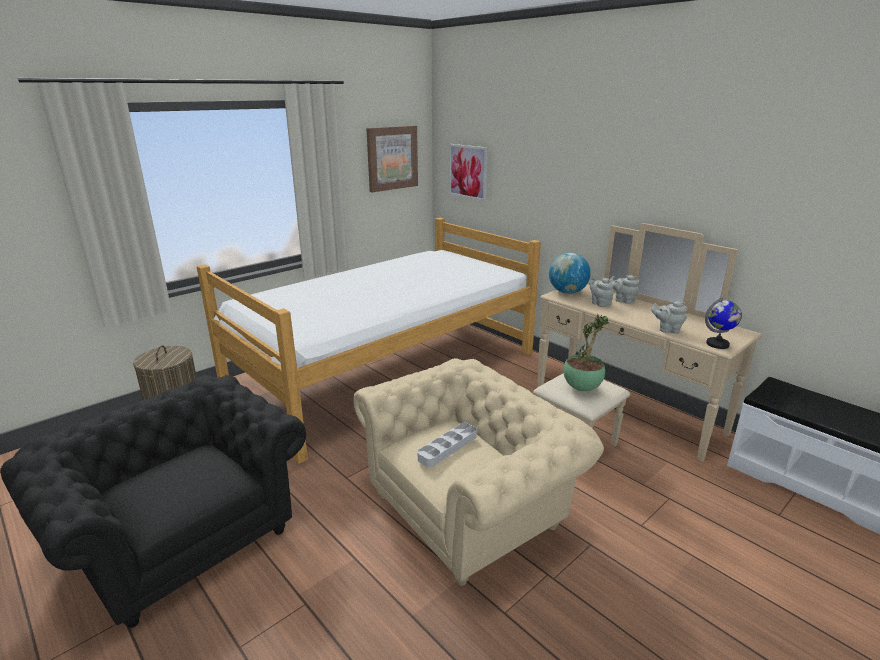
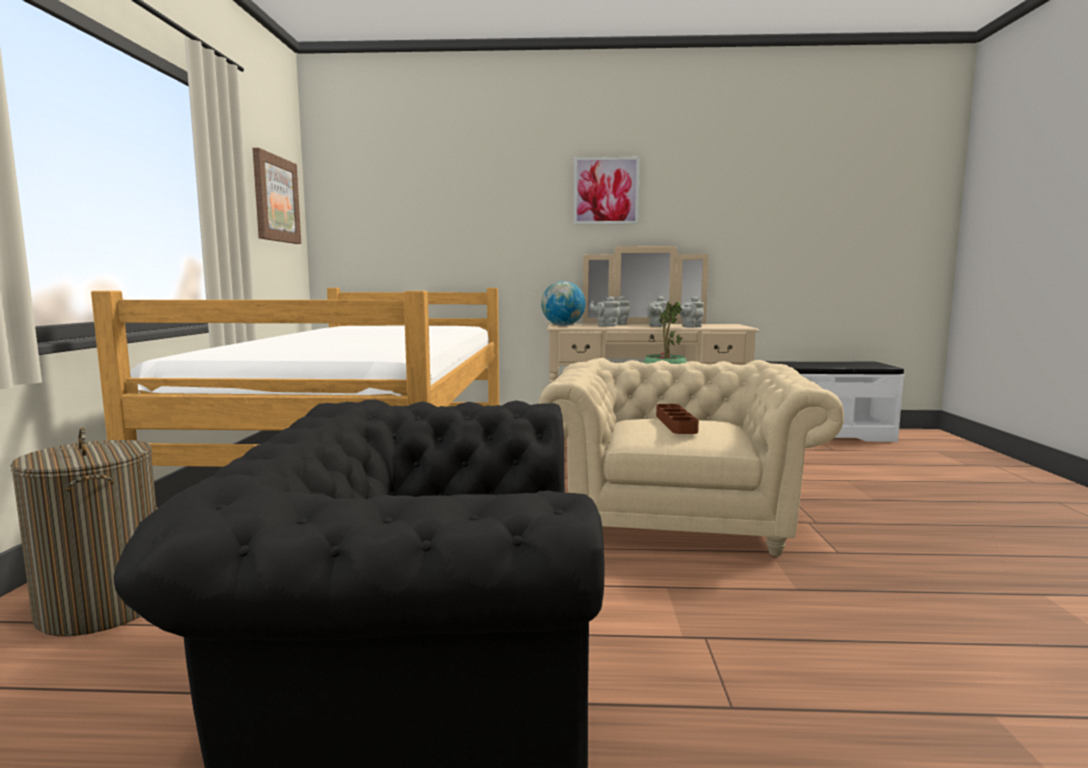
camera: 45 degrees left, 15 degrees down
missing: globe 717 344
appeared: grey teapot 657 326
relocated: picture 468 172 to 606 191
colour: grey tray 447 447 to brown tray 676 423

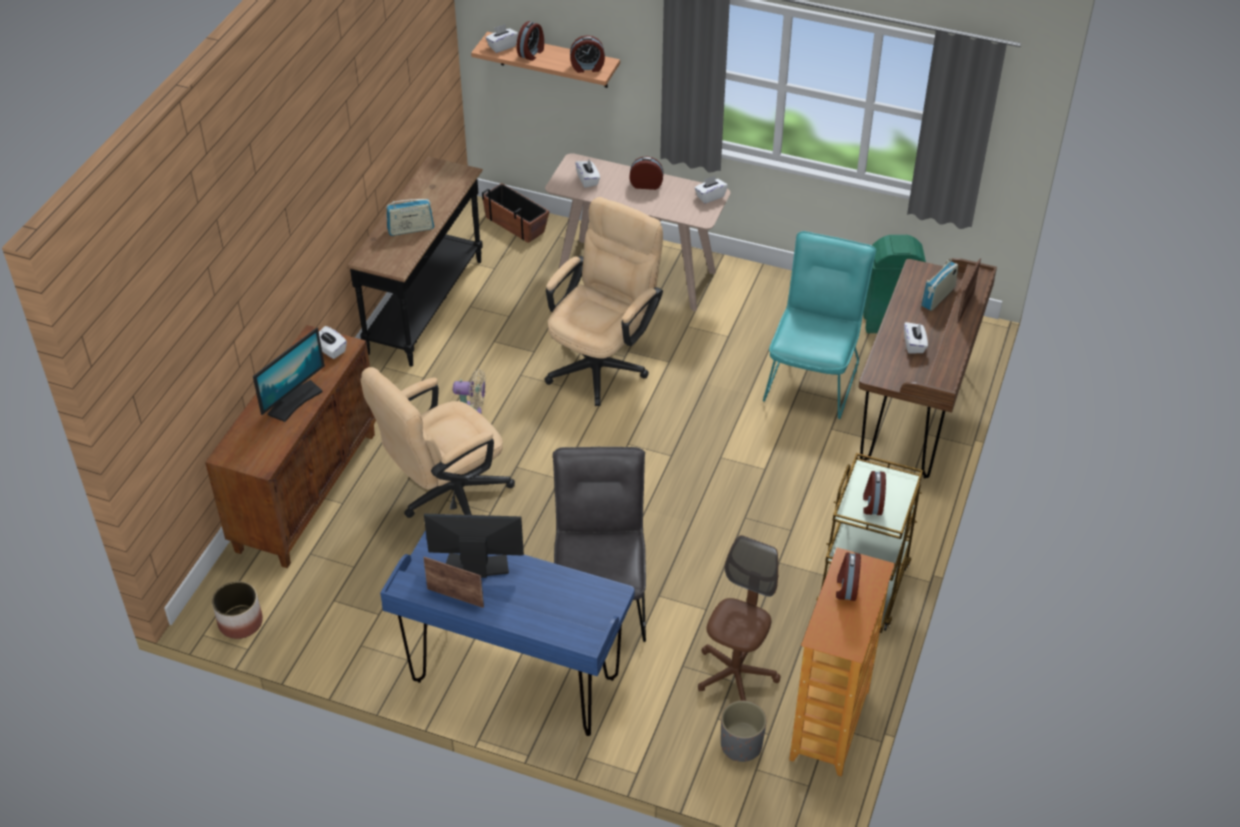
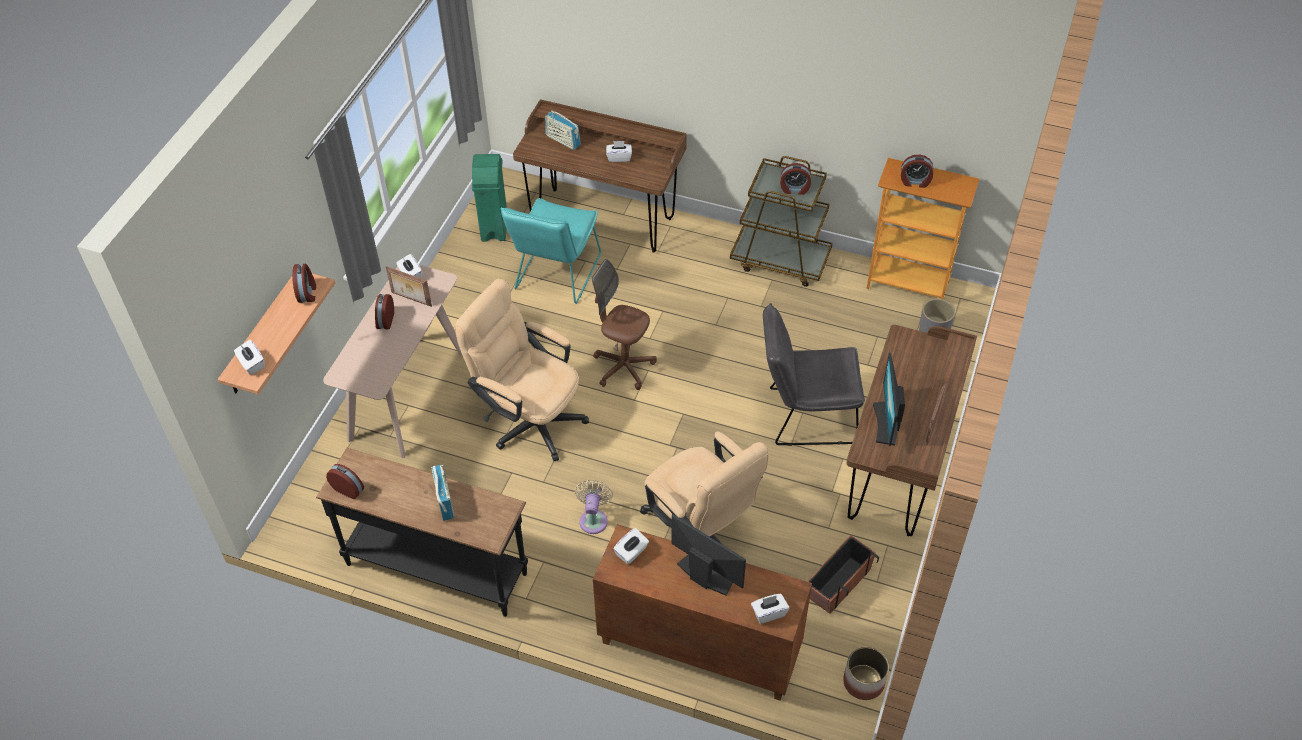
camera: 90 degrees left, 5 degrees up
relocated: planter 515 224 to 839 583; alarm clock 532 53 to 348 488; white tissue box 588 180 to 769 613; brown office chair 736 674 to 623 367; picture frame 965 305 to 411 299
colour: blue desk 515 681 to brown desk 898 469
spun: turquoise chair 813 376 = 555 276 90 degrees counterclockwise

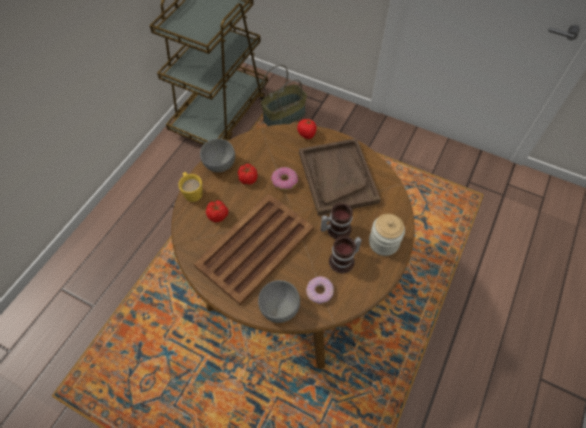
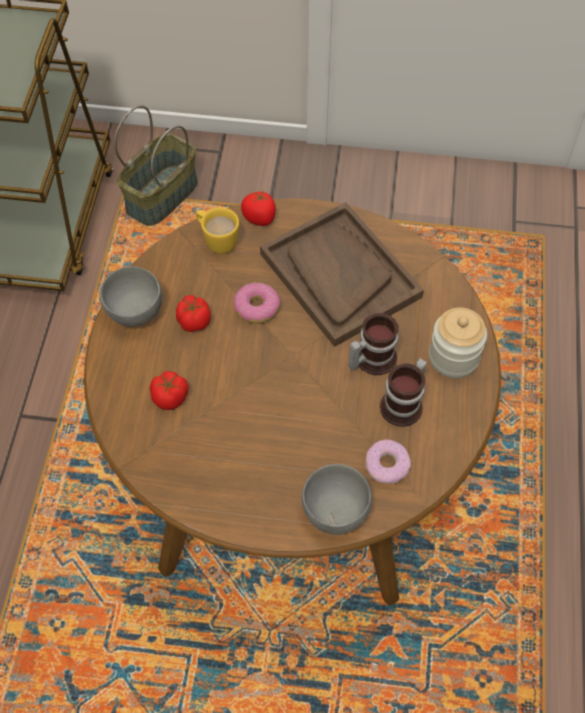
camera: 20 degrees left, 0 degrees up
missing: brown tray 254 248
relocated: yellow mug 192 192 to 217 240

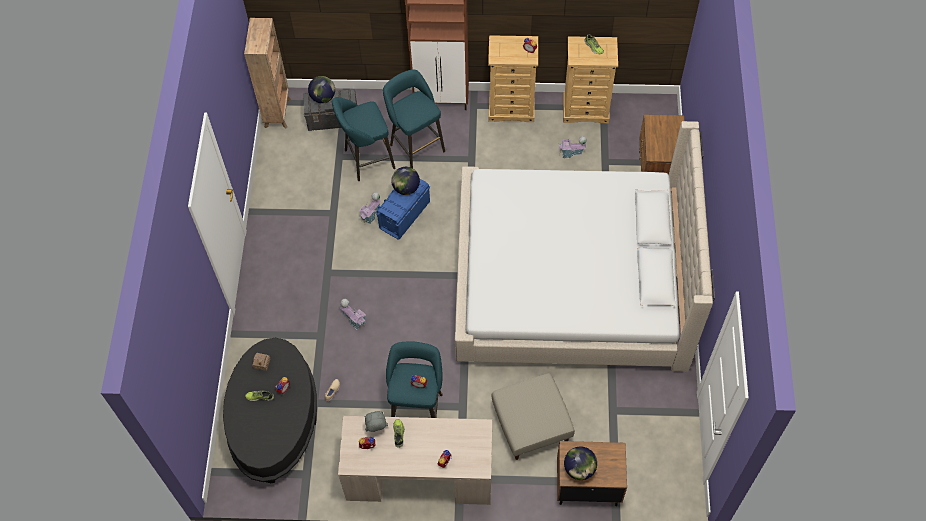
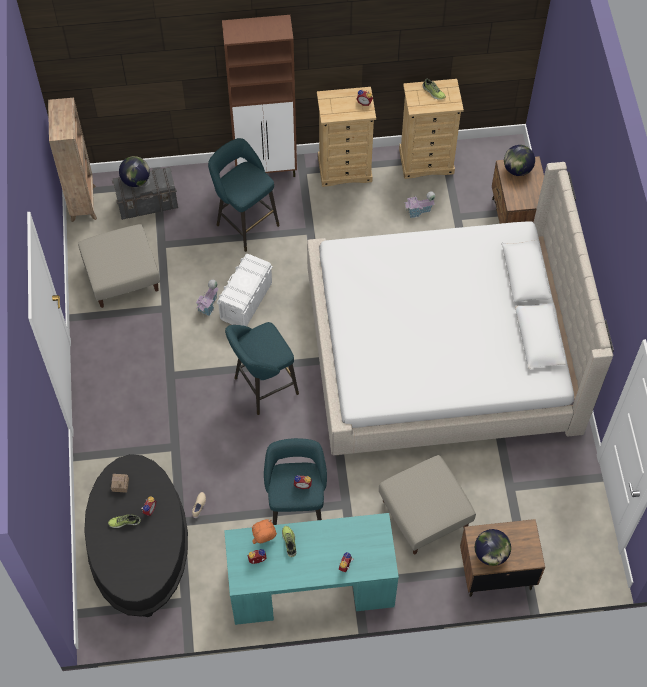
camera: 10 degrees left, 0 degrees up
missing: toy house 354 319
appeared: beige ottoman 122 276
relocated: turquoise stool 366 160 to 263 387; globe 406 188 to 517 169
colour: beige desk 419 473 to turquoise desk 310 583; grey plush toy 377 430 to orange plush toy 264 541; blue storage box 404 215 to white storage box 246 301

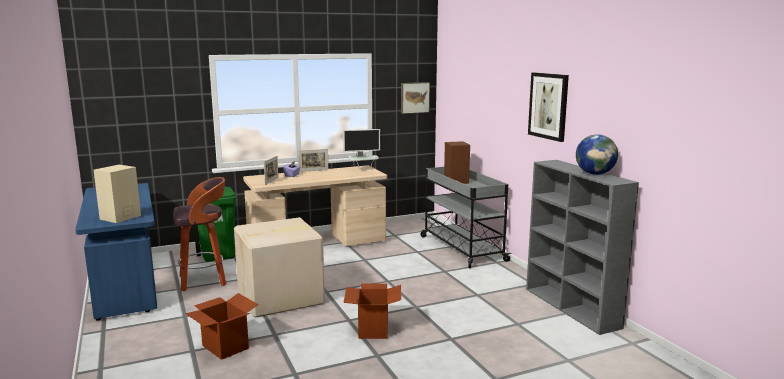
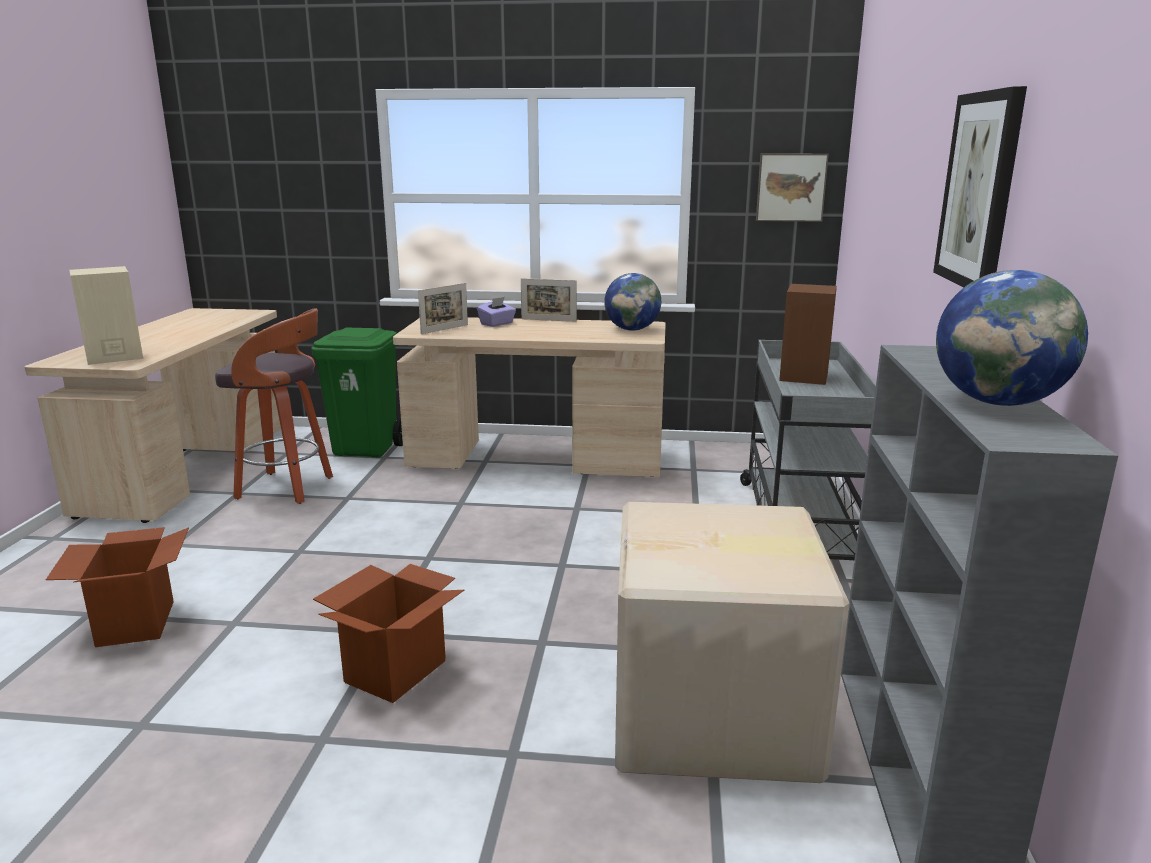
camera: 30 degrees right, 5 degrees up
relocated: cardboard box 282 297 to 715 716
exchanged: monitor 361 170 to globe 632 329
colour: blue desk 125 284 to beige desk 189 469

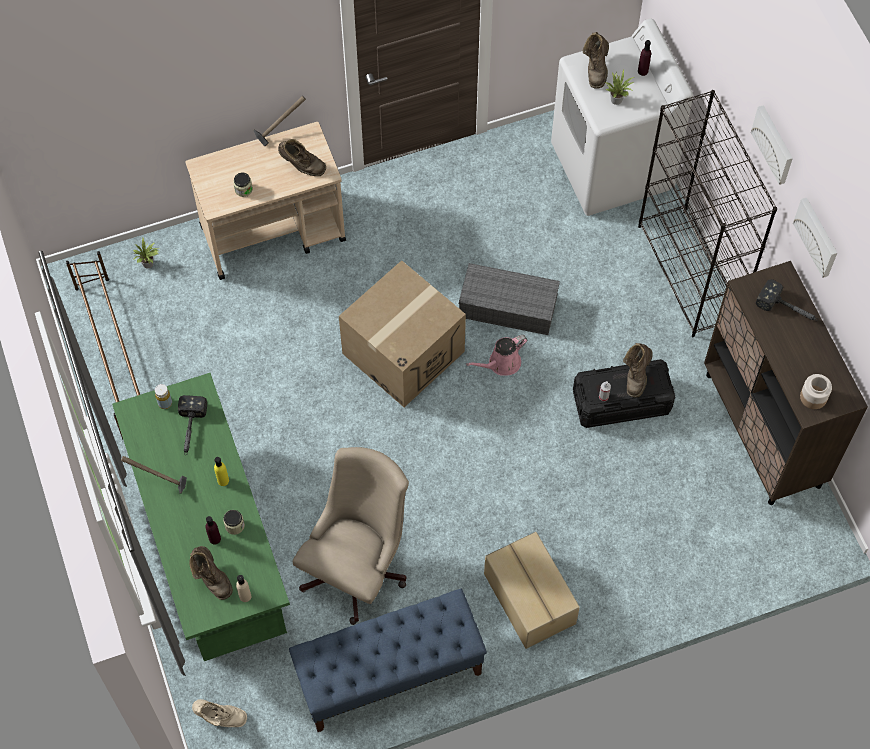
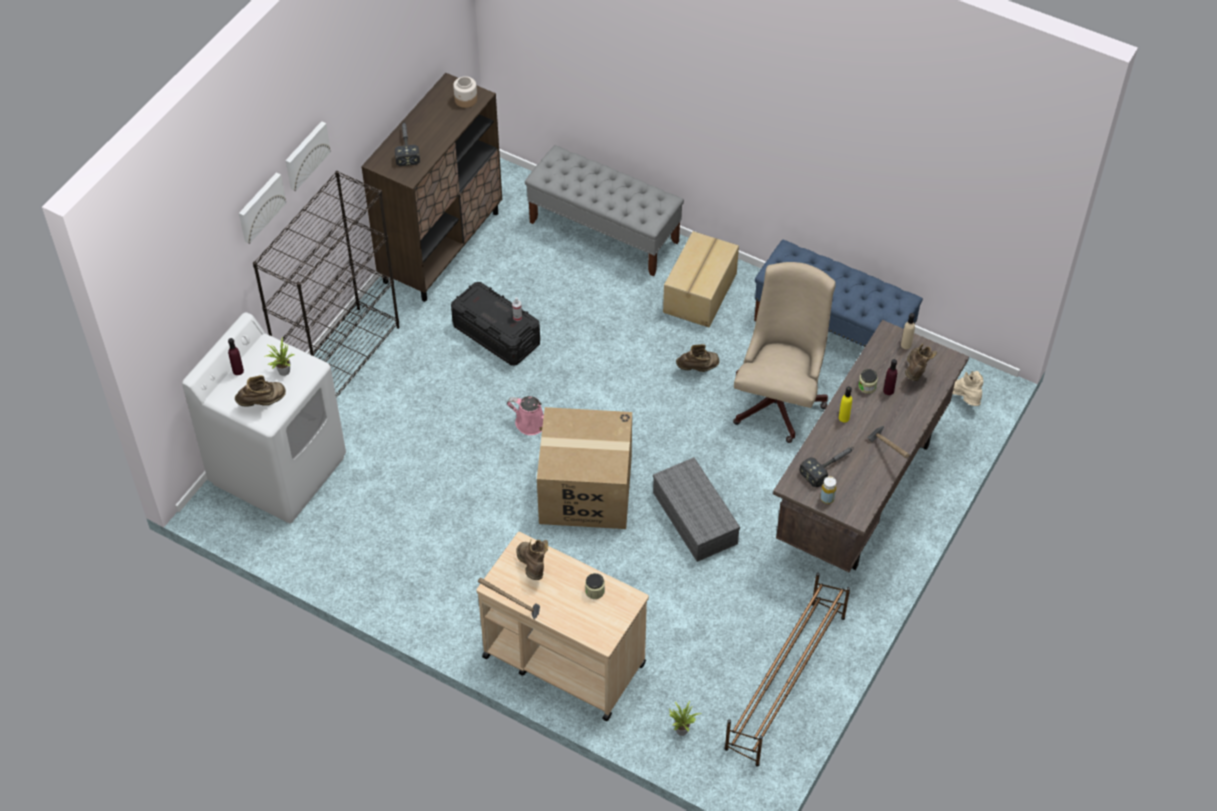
camera: 130 degrees left, 10 degrees down
appeared: grey bench 604 232
relocated: grey storage box 506 307 to 696 518; brown boot 636 376 to 698 368; picture 817 236 to 260 206
colour: green desk 211 548 to brown desk 861 493
spun: beige office chair 358 566 = 780 399 120 degrees clockwise

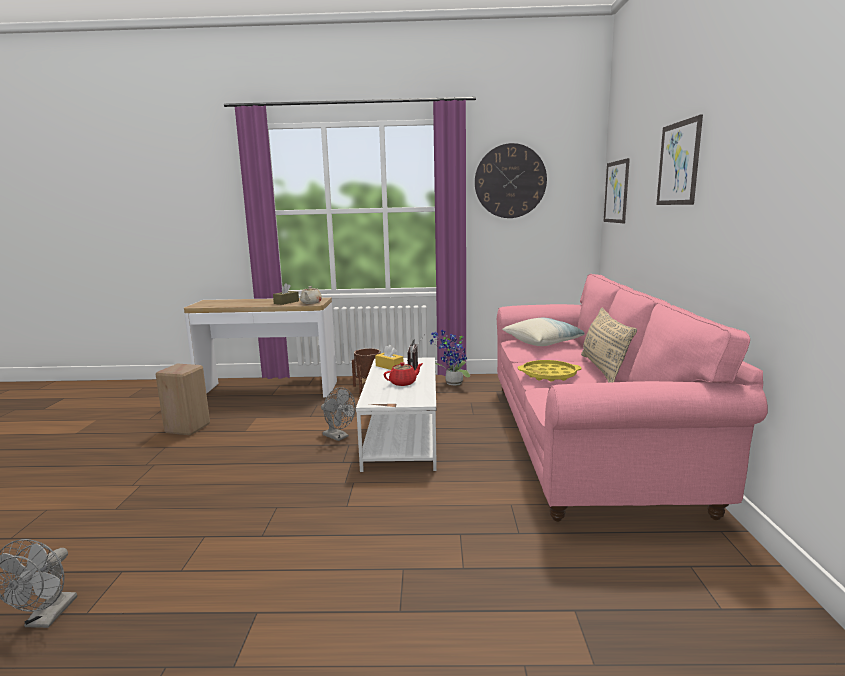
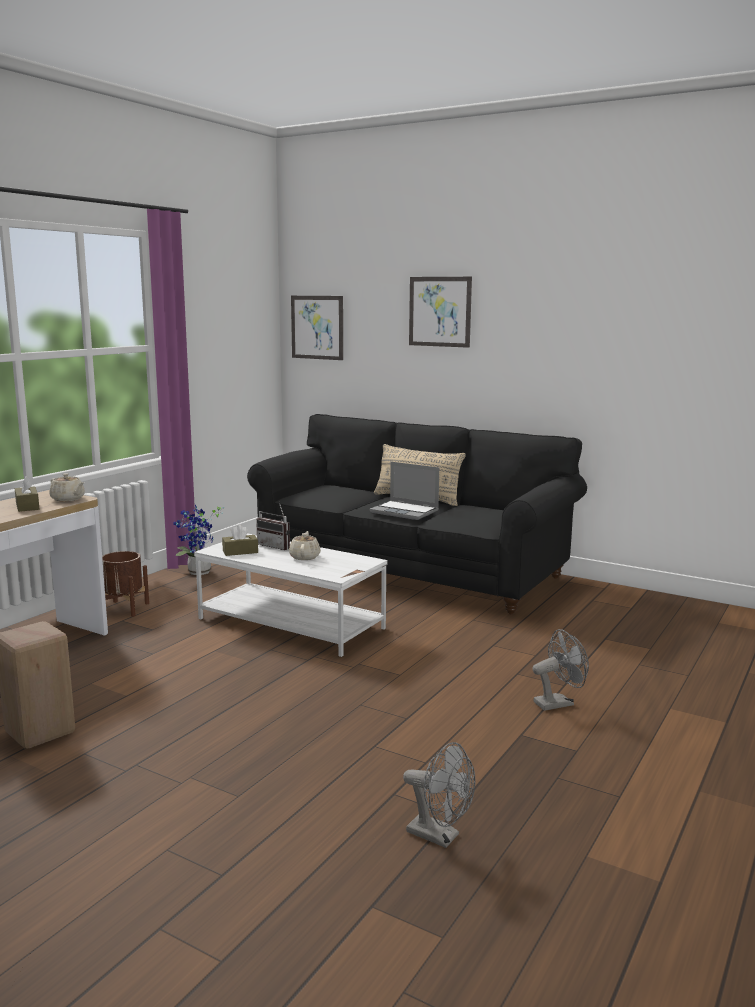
camera: 60 degrees left, 0 degrees up
missing: wall clock 510 181; pillow 543 342
relocated: grey fan 338 437 to 558 703
exchanged: yellow tray 549 375 to laptop 405 512
colour: yellow tissue box 389 366 to brown tissue box 240 552; red teapot 403 383 to beige teapot 305 557; pink sofa 584 440 to black sofa 410 570

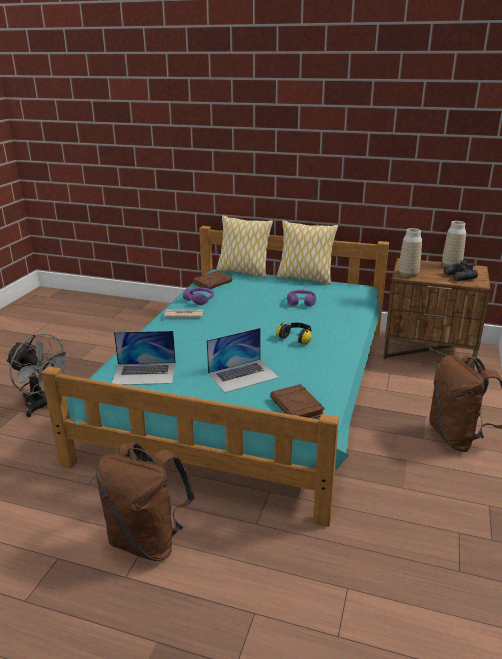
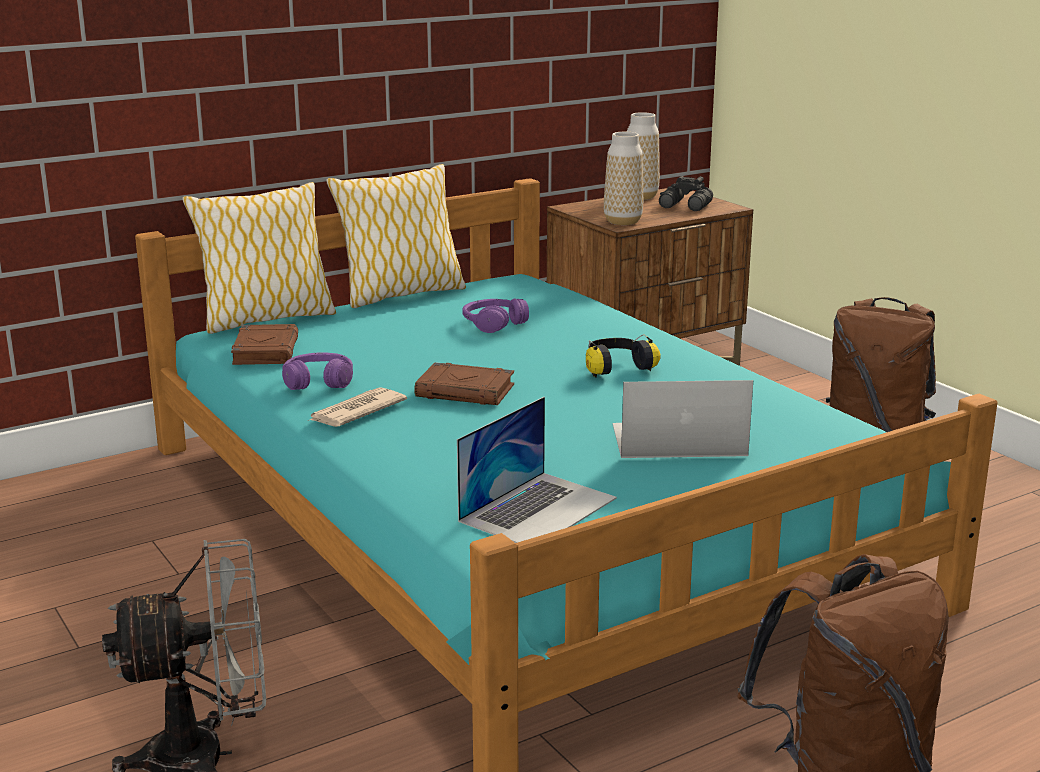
camera: 50 degrees left, 5 degrees down
relocated: brown book 297 407 to 466 391
spun: laptop 243 375 = 678 440 105 degrees counterclockwise

